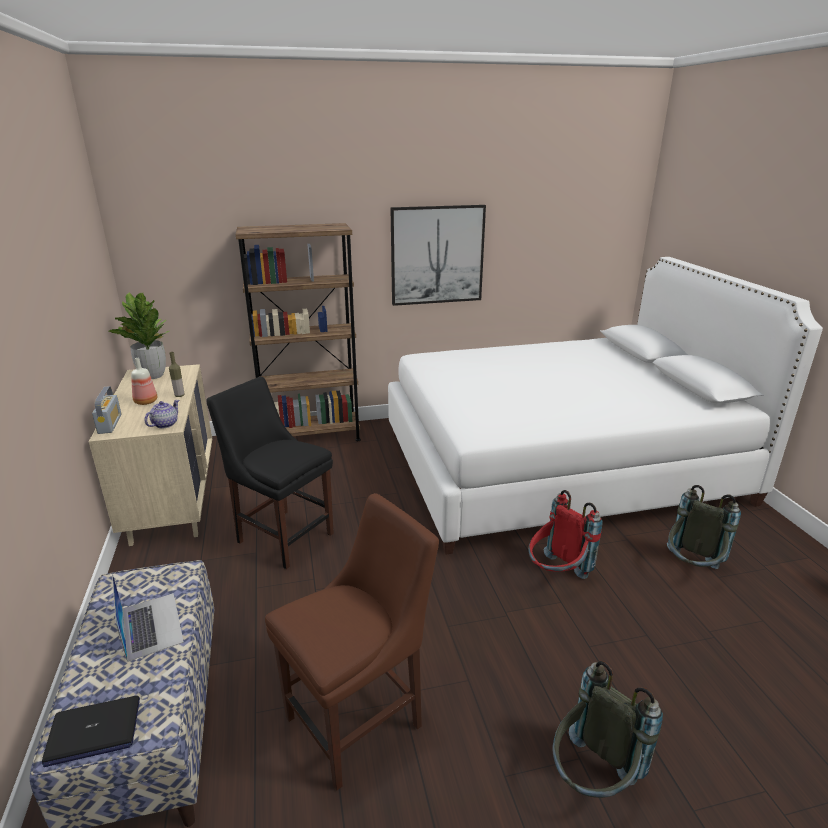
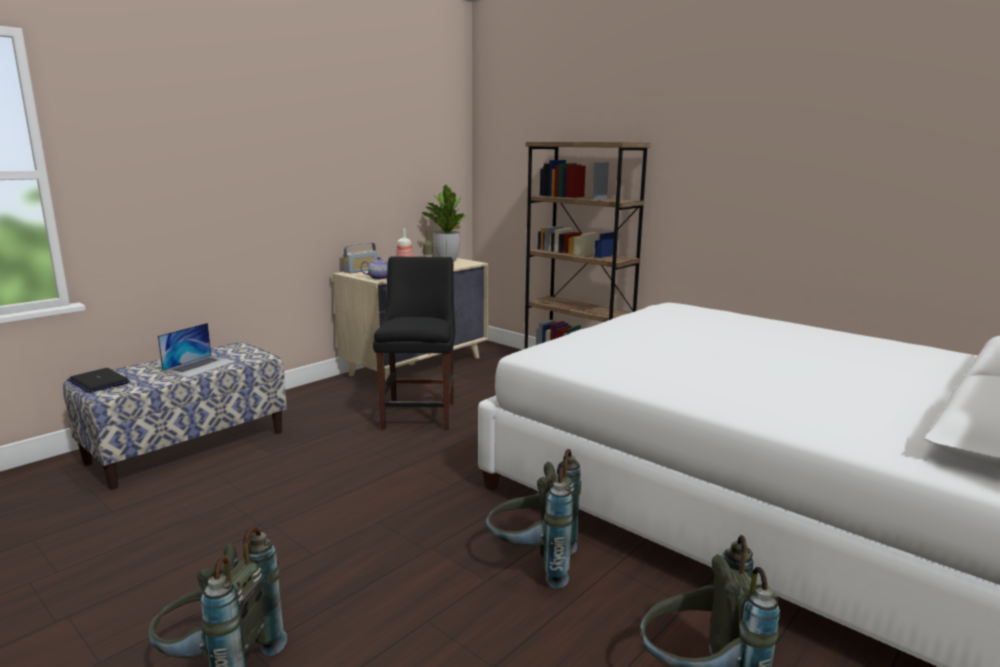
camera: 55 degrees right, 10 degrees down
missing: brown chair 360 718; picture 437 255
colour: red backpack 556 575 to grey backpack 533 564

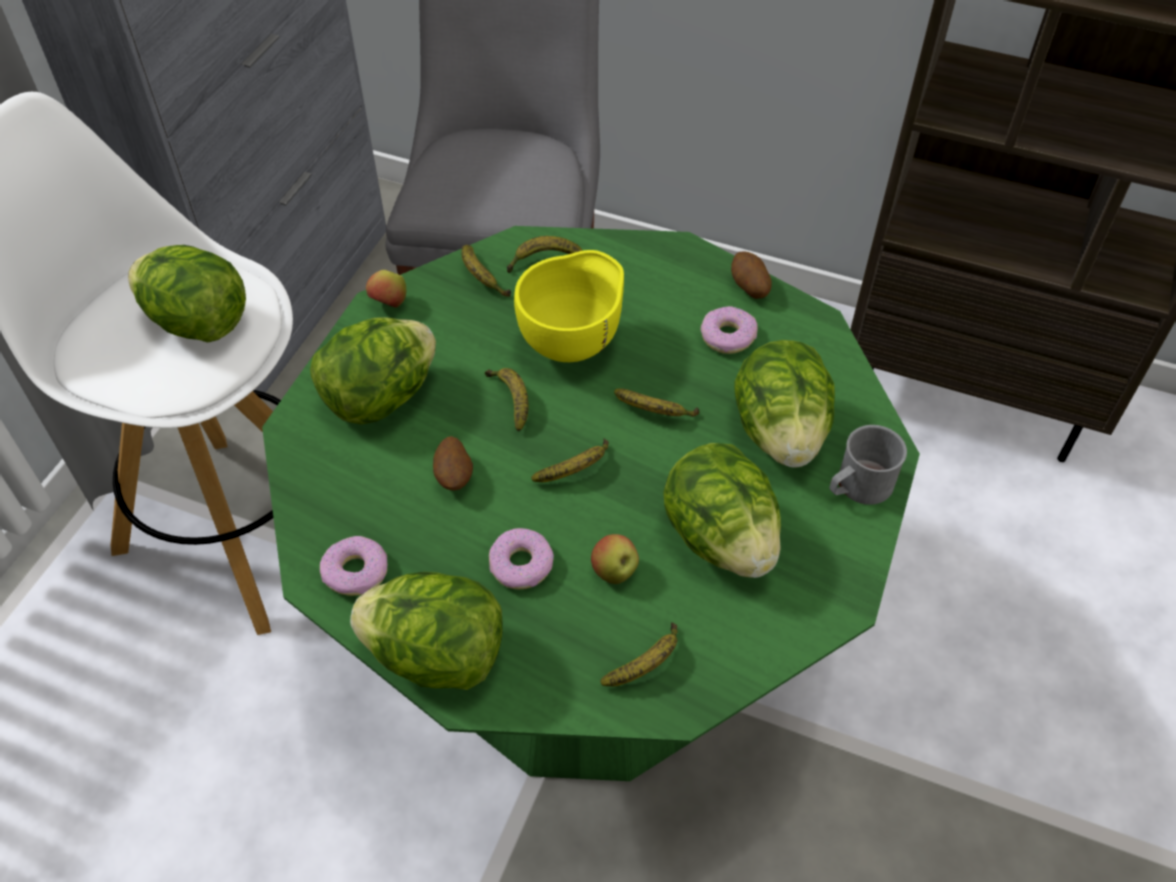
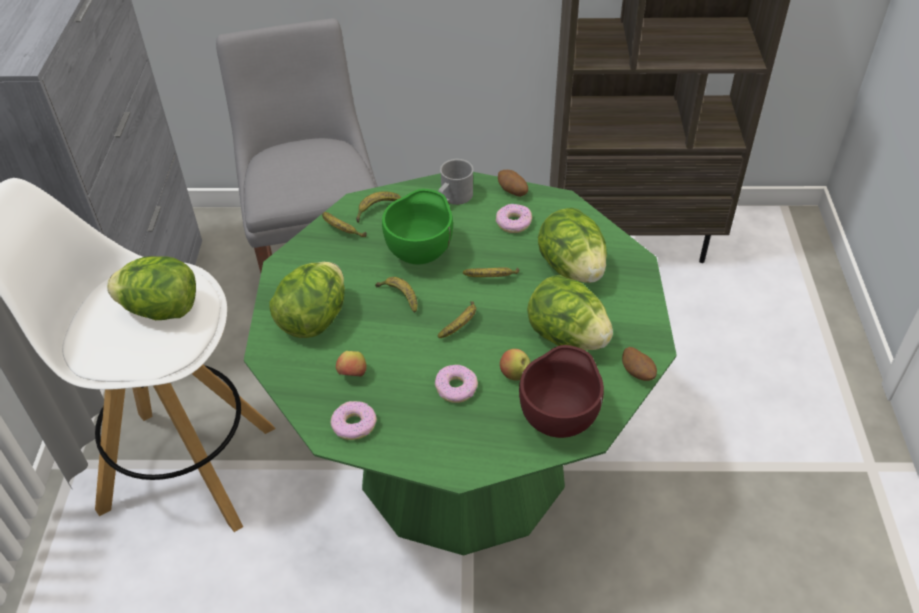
camera: 20 degrees left, 5 degrees down
missing: lettuce 437 655
relocated: apple 389 304 to 353 375; potato 454 476 to 637 373; grey mug 858 487 to 453 197
exchanged: banana 646 663 to brown bowl 559 418
colour: yellow bowl 573 344 to green bowl 421 253

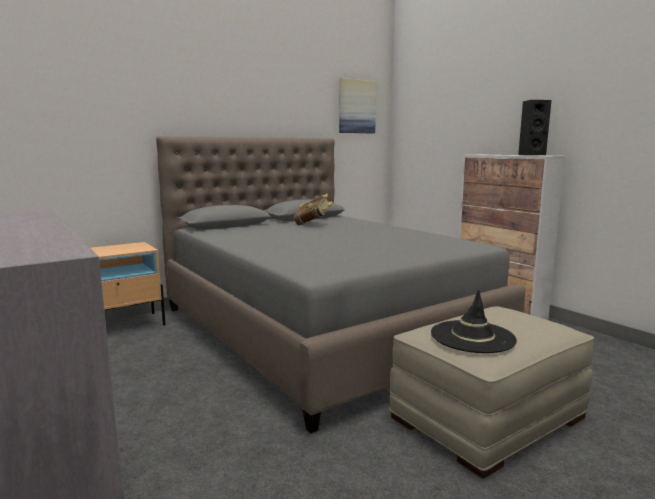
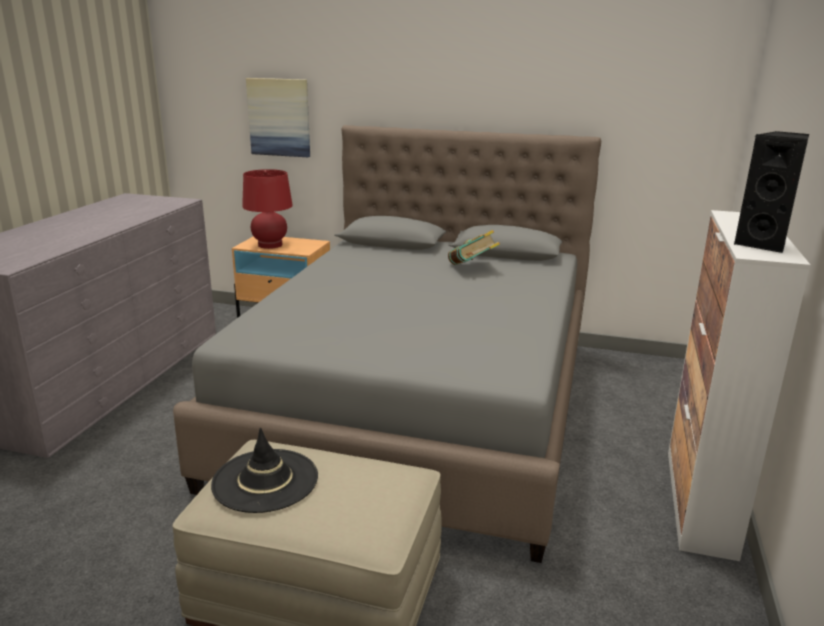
camera: 50 degrees right, 10 degrees up
appeared: red table lamp 270 245
relocated: picture 356 107 to 279 117

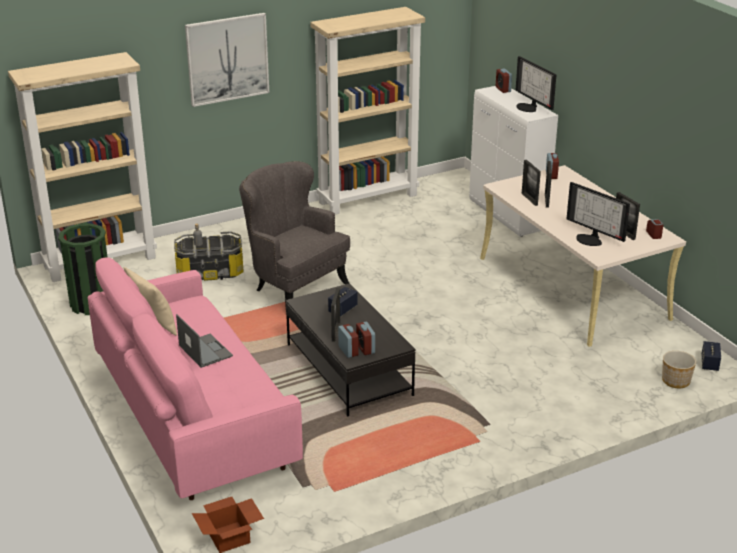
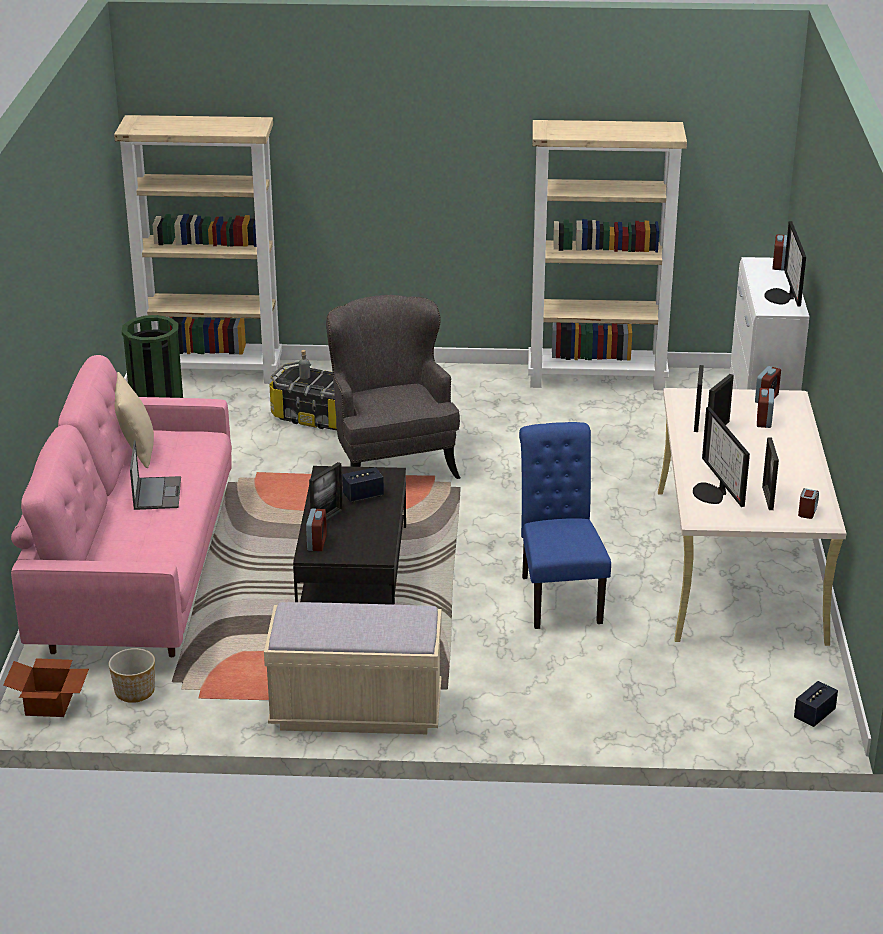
camera: 30 degrees right, 0 degrees up
missing: picture 227 59
appeared: beige bench 356 710; blue chair 558 595
relocated: alarm clock 365 348 to 764 421; planter 675 381 to 134 691

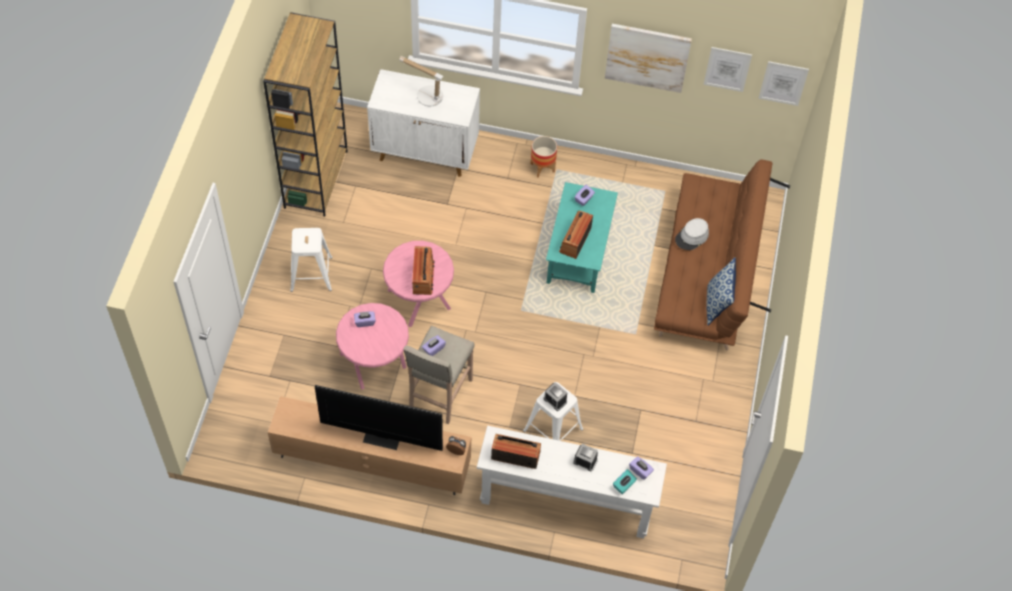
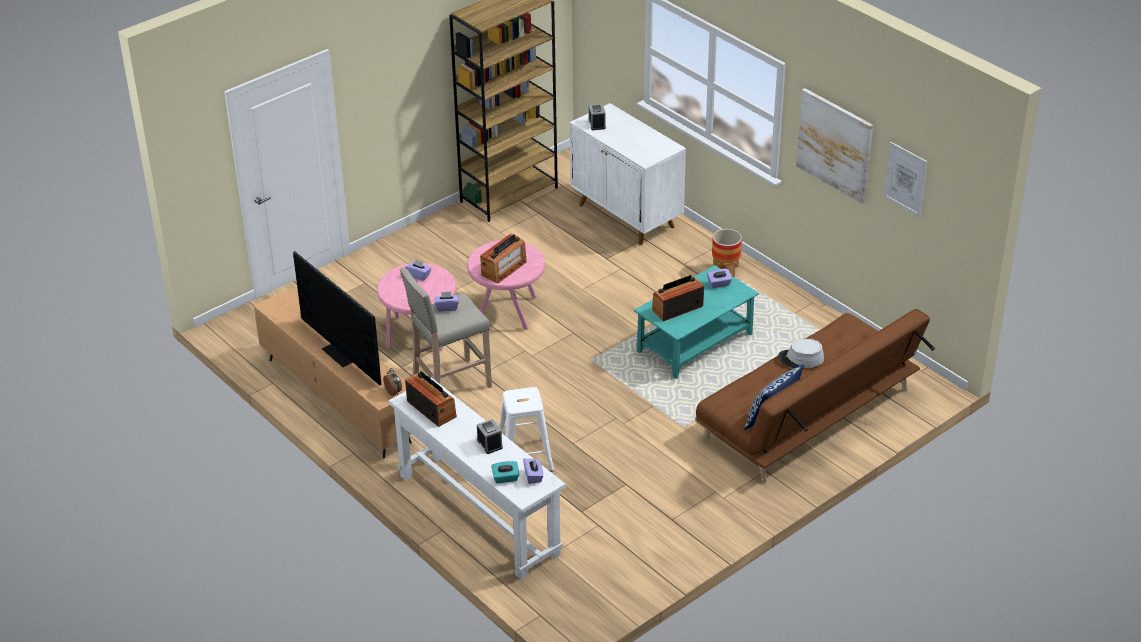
camera: 40 degrees right, 20 degrees down
missing: white stool 312 274; table lamp 426 95; picture 783 83
relocated: alarm clock 555 400 to 597 124

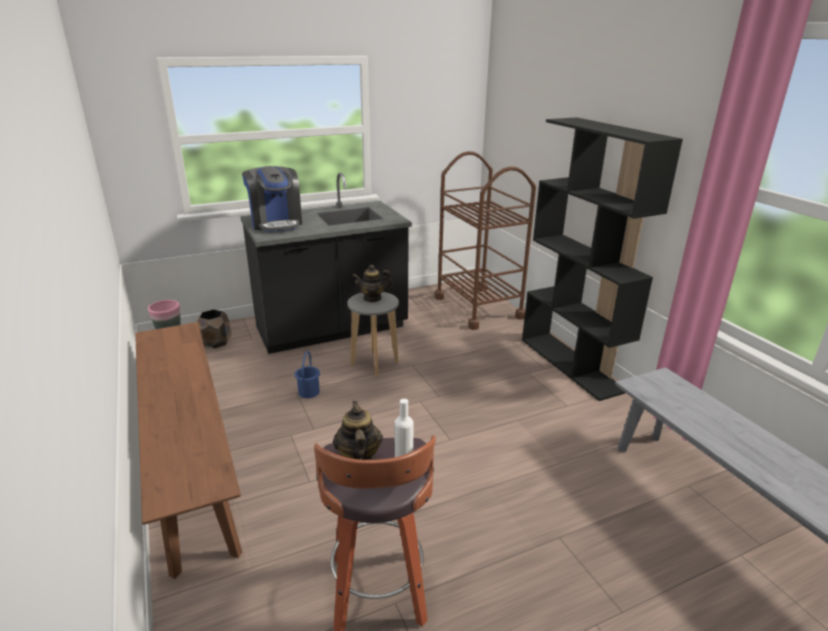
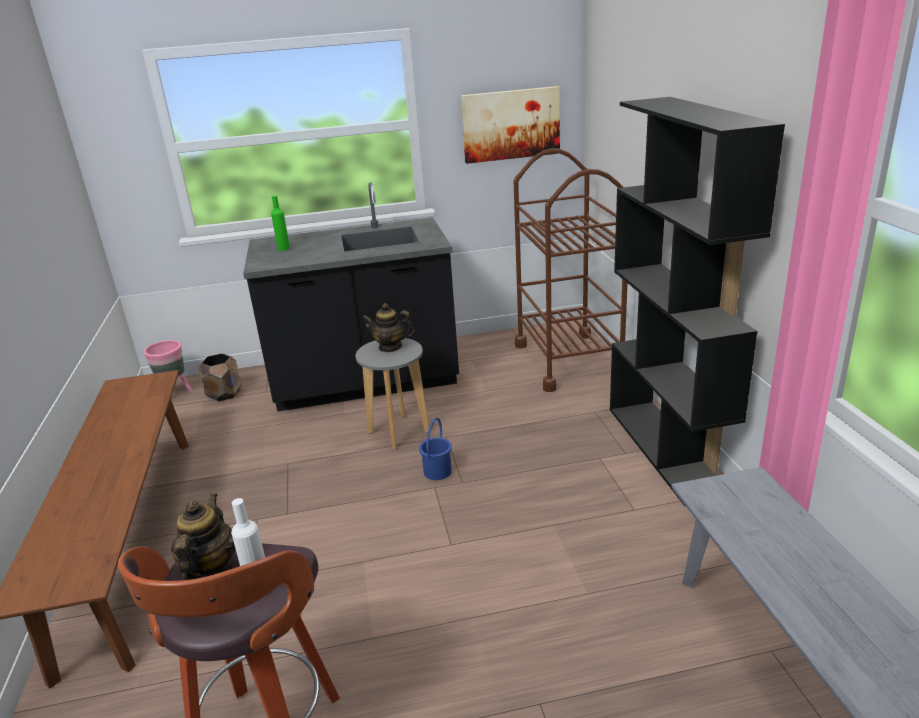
camera: 15 degrees right, 0 degrees up
appeared: picture 510 124
relocated: blue bucket 308 392 to 437 471
exchanged: coffee machine 276 223 to green bottle 283 248

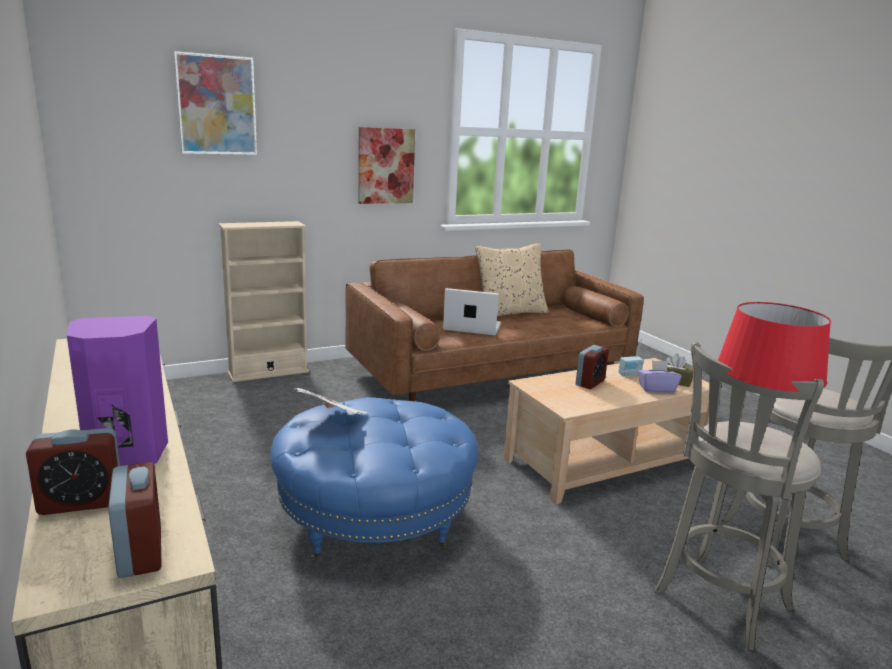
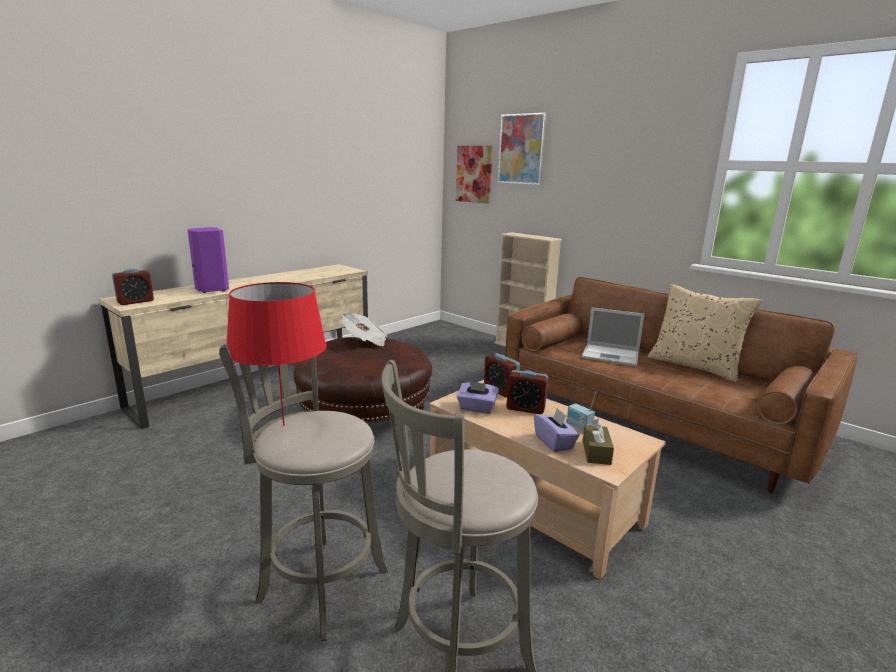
camera: 70 degrees right, 0 degrees up
appeared: purple tissue box 477 408
relocated: alarm clock 81 502 to 500 390; picture 386 166 to 474 174
colour: blue ottoman 375 517 to brown ottoman 365 415
spun: laptop 471 327 = 611 355 120 degrees clockwise

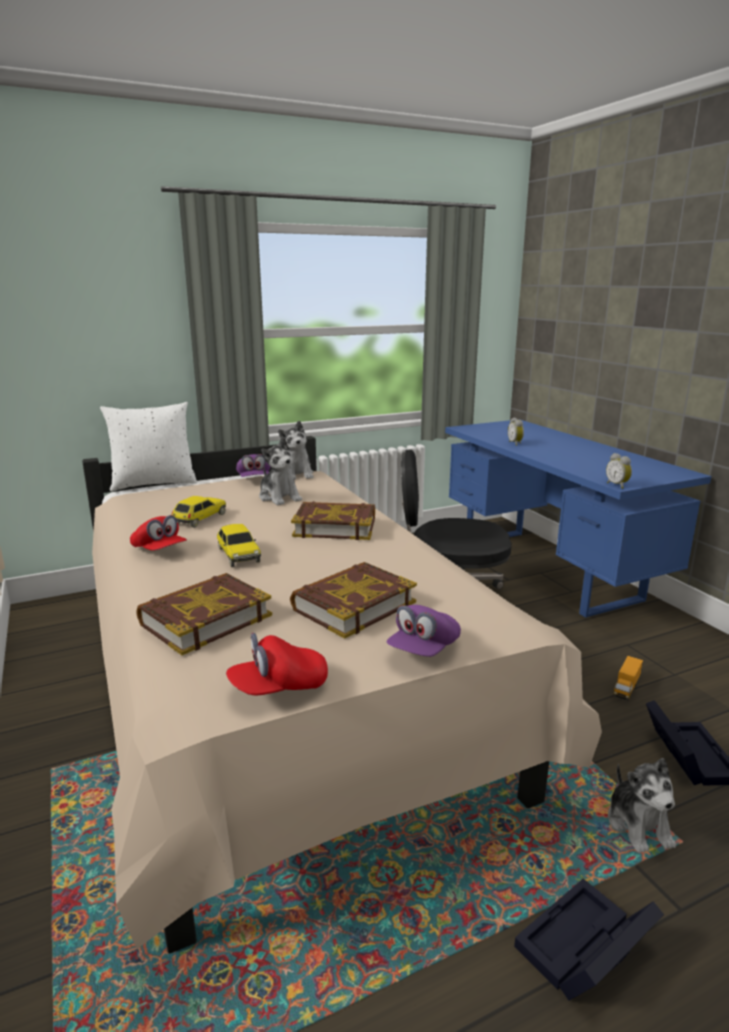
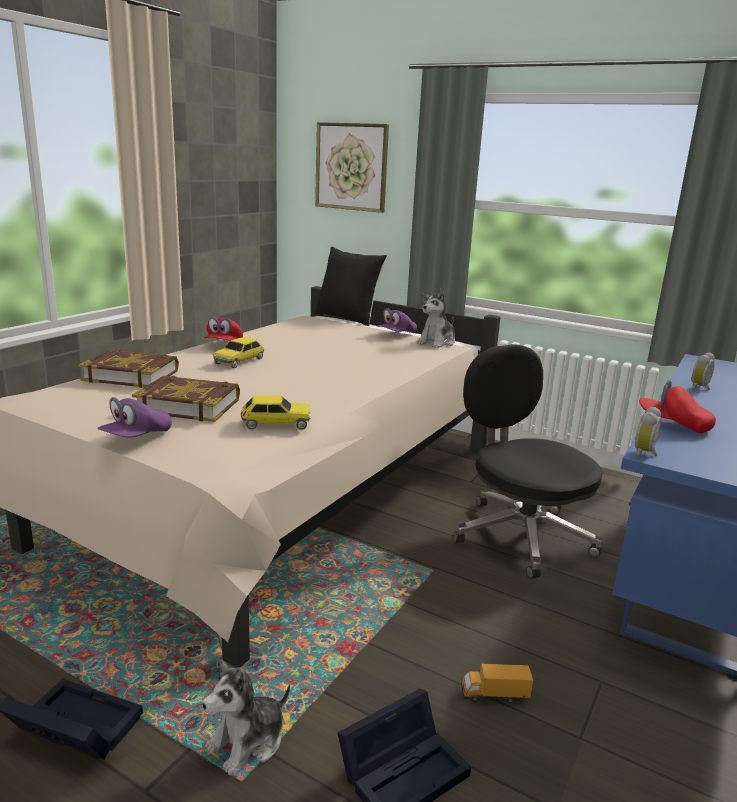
camera: 55 degrees right, 0 degrees up
missing: plush toy 279 497; book 335 527
appeared: picture 351 167
relocated: toy car 199 519 to 276 423; red cap 279 687 to 673 424
colour: white pillow 154 483 to black pillow 348 318
spun: purple cap 423 649 = 136 437 60 degrees counterclockwise

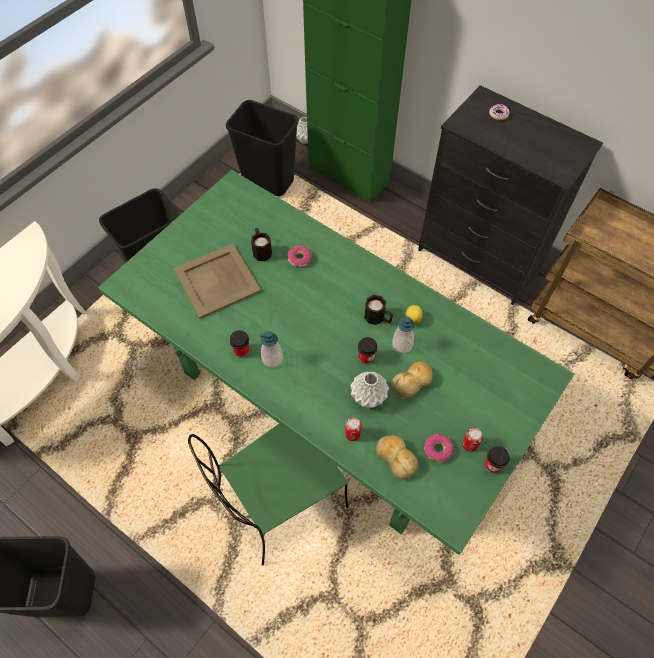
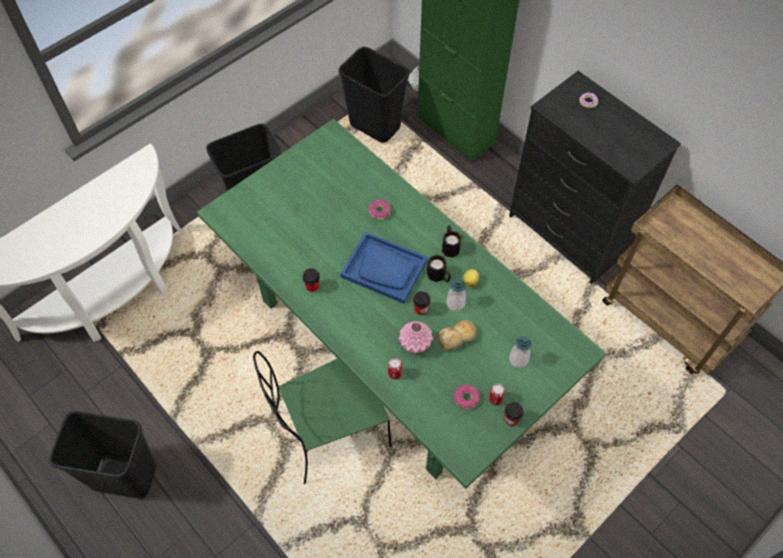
camera: 10 degrees right, 0 degrees up
missing: beige tray 216 280; bread 396 458
appeared: blue tray 384 268
relocated: black mug 261 250 to 450 246; soap dispenser 272 358 to 518 359
colour: grey vase 368 398 to pink vase 415 345

